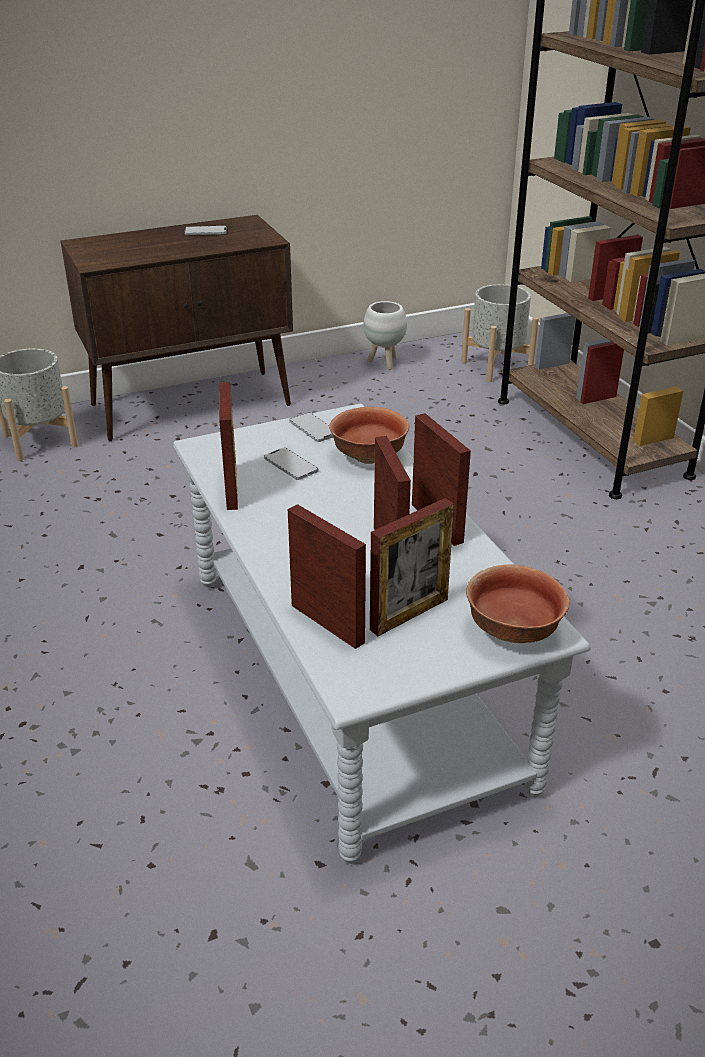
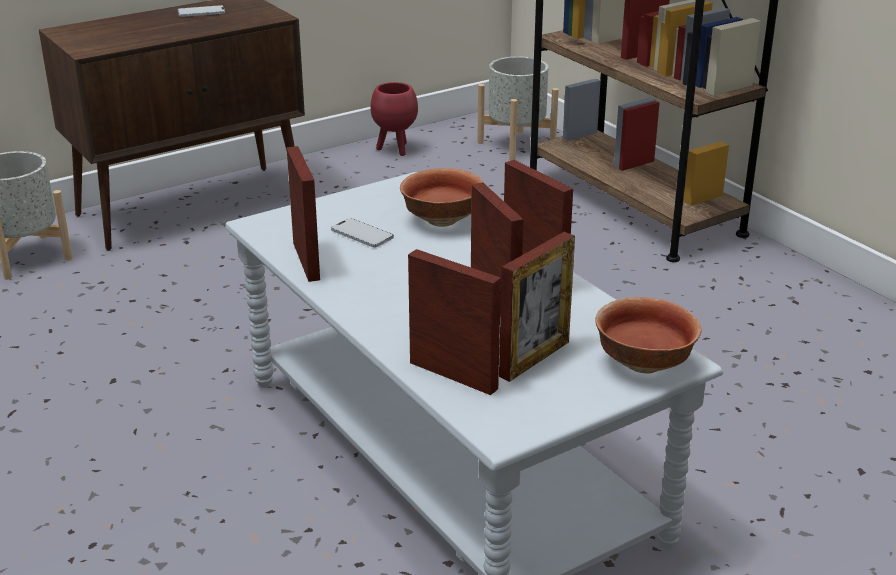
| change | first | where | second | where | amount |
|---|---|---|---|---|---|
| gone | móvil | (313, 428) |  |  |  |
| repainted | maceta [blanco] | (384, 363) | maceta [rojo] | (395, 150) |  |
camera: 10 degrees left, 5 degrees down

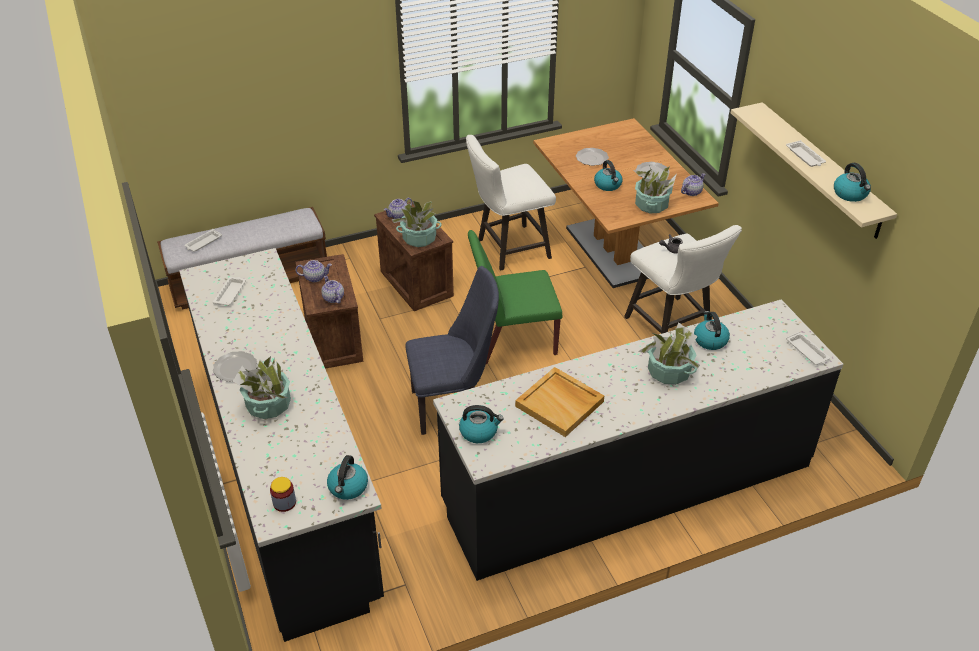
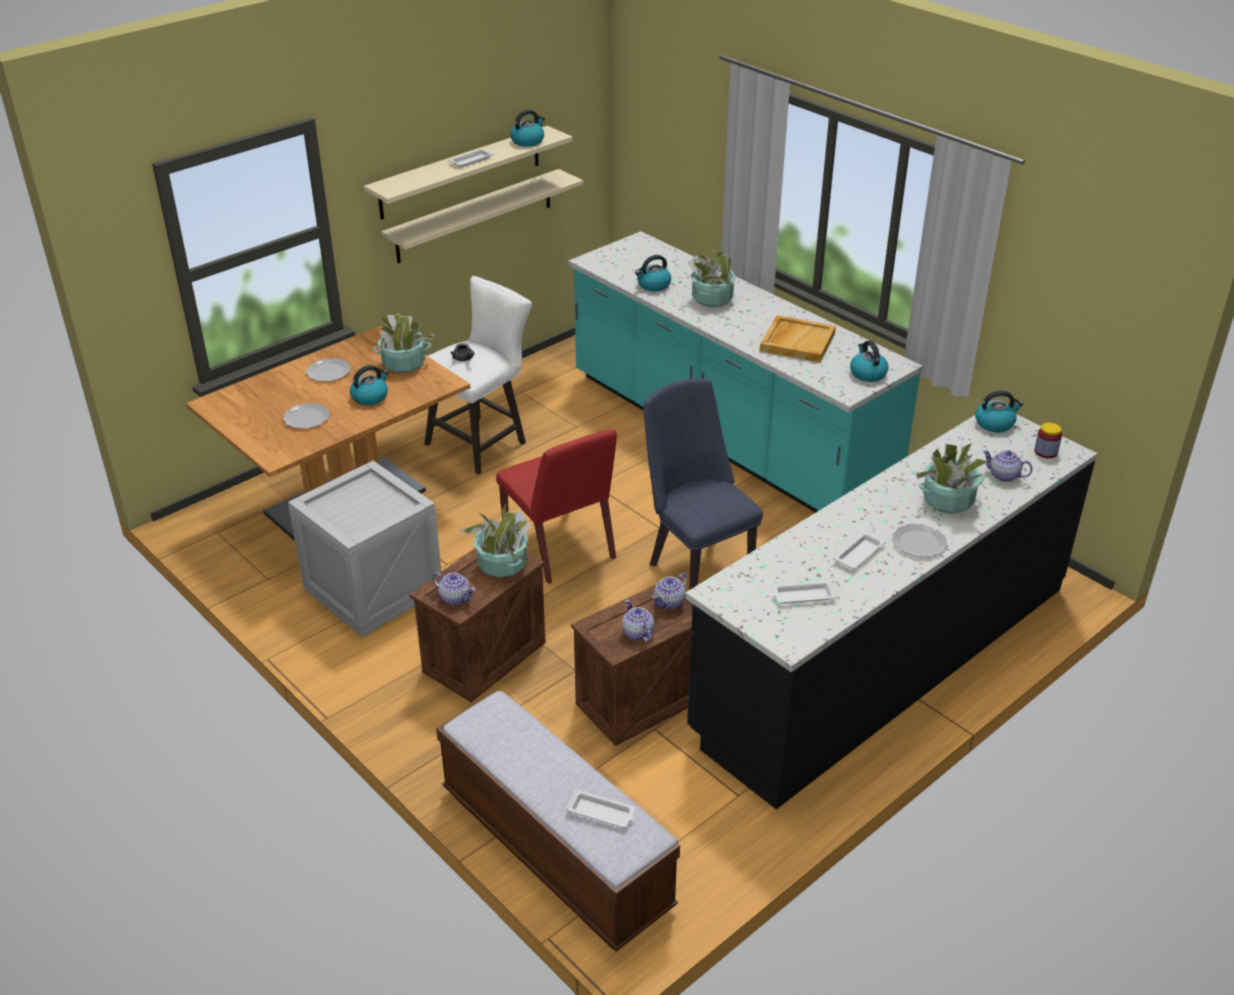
| change | first | where | second | where | amount |
|---|---|---|---|---|---|
| repainted | mueble bajo de cocina [negro] | (627, 484) | mueble bajo de cocina [turquesa] | (726, 436) |  |
| swapped | taburete [blanco] | (508, 249) | caja de embalaje | (373, 590) |  |
| repainted | silla [verde] | (512, 340) | silla [rojo] | (559, 546) |  |
| shifted | tetera | (691, 192) |  | (1003, 476) |  |
| shifted | bandeja [blanco] | (807, 351) |  | (859, 553) |  |
| new |  |  | estante [beis] | (474, 216) |  |
camera: 110 degrees left, 5 degrees down

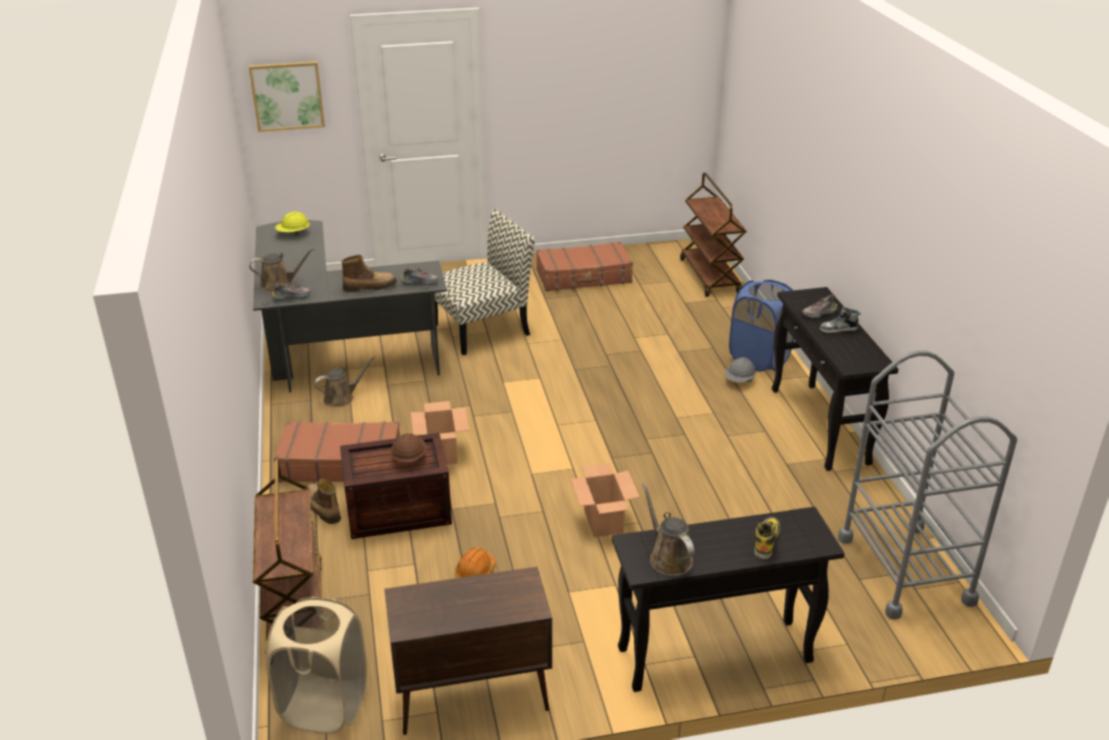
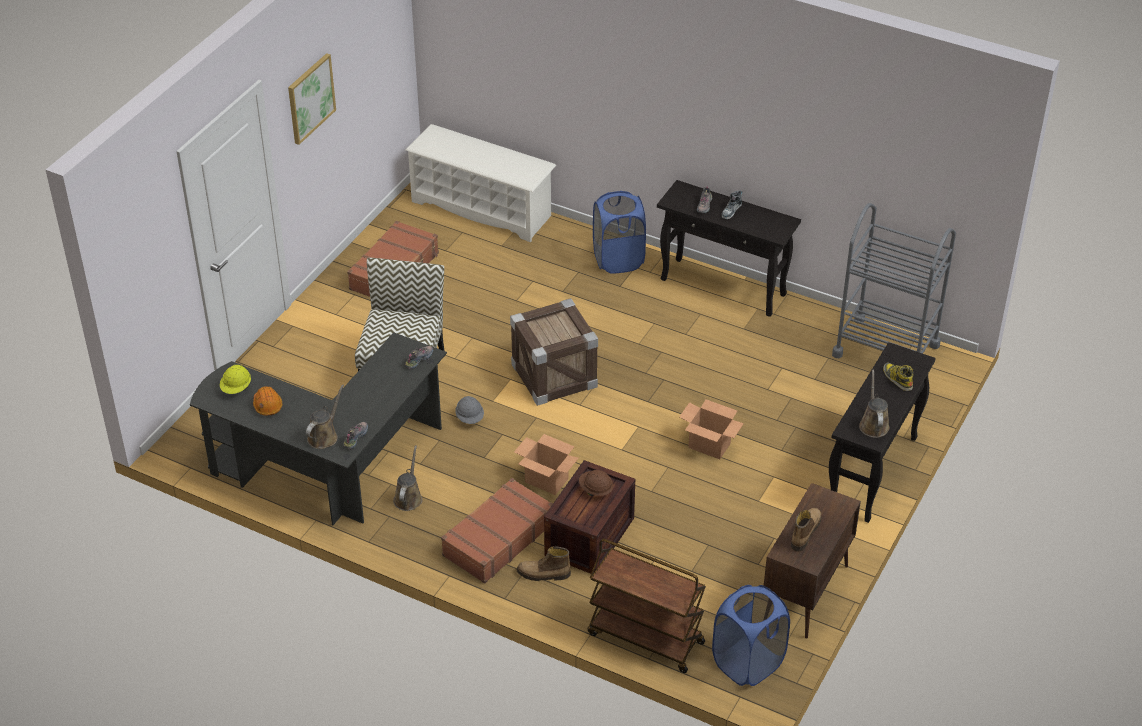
| change | first | where | second | where | amount |
|---|---|---|---|---|---|
| shifted | cuadro | (287, 96) |  | (310, 98) |  |
| repainted | cesto de la ropa [beis] | (324, 706) | cesto de la ropa [azul] | (748, 663) |  |
| shifted | bota | (370, 287) |  | (804, 532) |  |
| shifted | casco [naranja] | (475, 571) |  | (267, 405) |  |
| rotated | regadera [marrón] | (668, 557) |  | (873, 424) | 75 degrees clockwise |
| swapped | carrito [marrón] | (710, 276) | zapatero [blanco] | (482, 209) |  |
| shifted | casco [gris] | (739, 381) |  | (470, 418) |  |
| new |  |  | caja de embalaje | (554, 376) |  |
camera: 50 degrees left, 10 degrees up

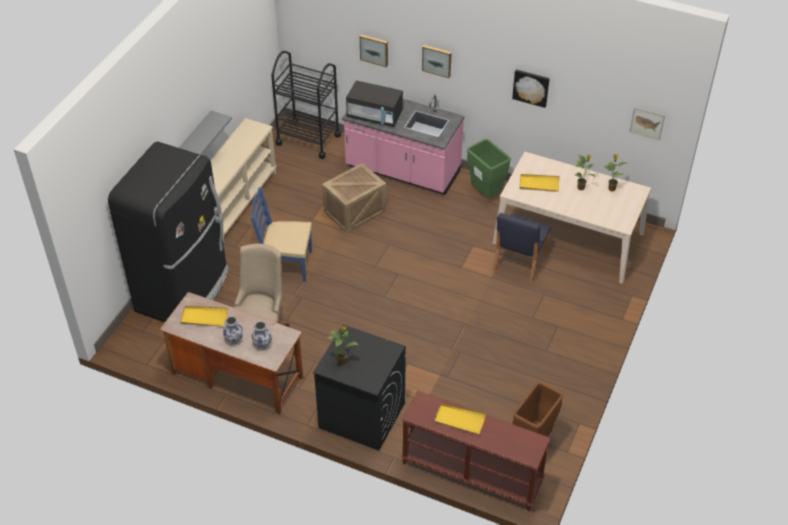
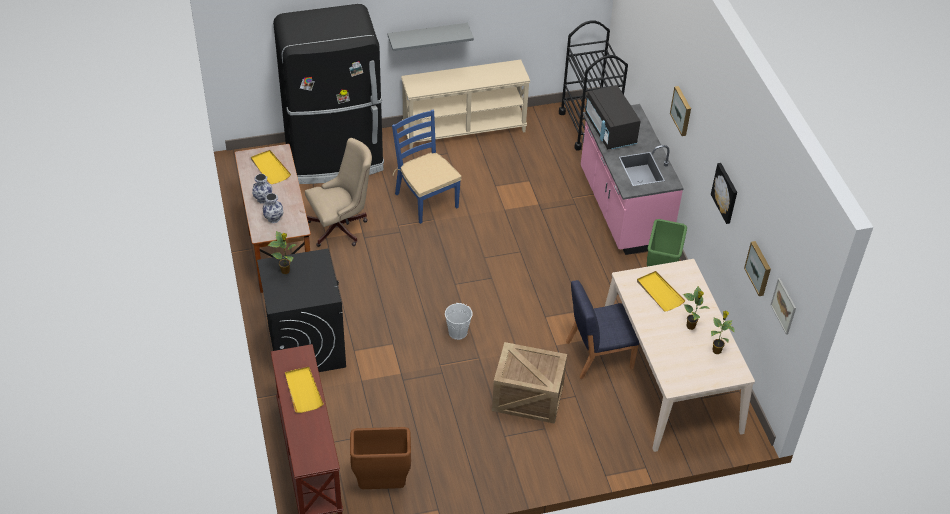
| change | first | where | second | where | amount |
|---|---|---|---|---|---|
| shifted | caja de embalaje | (355, 211) |  | (529, 397) |  |
| shifted | cuadro | (374, 49) |  | (759, 268) |  |
| new |  |  | cubo [blanco] | (457, 332) |  |
camera: 50 degrees right, 0 degrees up

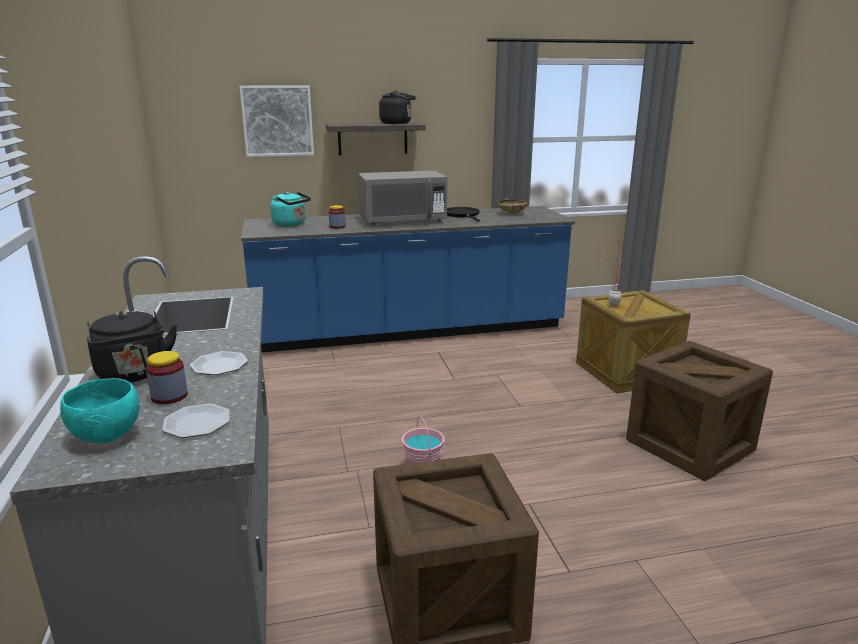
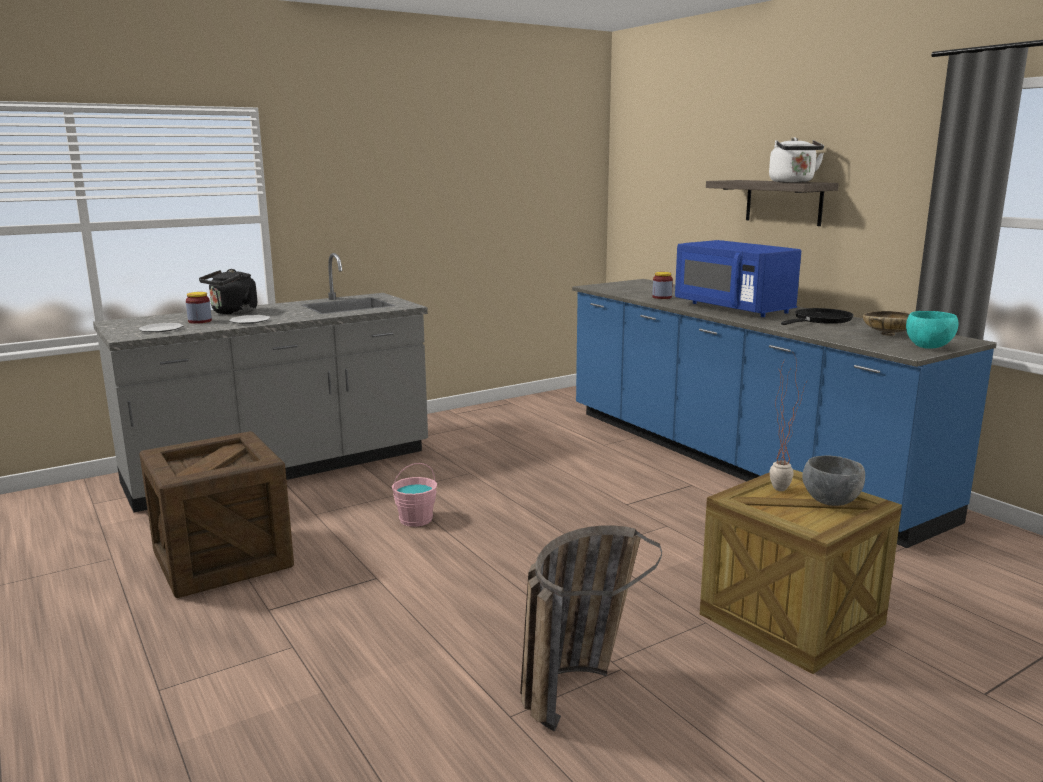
| change | first | where | second | where | amount |
|---|---|---|---|---|---|
| shifted | cuenco [turquesa] | (107, 435) |  | (929, 347) |  |
| gone | cuadro | (277, 121) |  |  |  |
| gone | hervidor [turquesa] | (291, 224) |  |  |  |
| repainted | microondas [gris] | (403, 221) | microondas [azul] | (733, 308) |  |
| repainted | hervidor [negro] | (398, 123) | hervidor [blanco] | (793, 182) |  |
| swapped | caja de embalaje | (689, 445) | cesta | (578, 684) |  |
| new |  |  | cuenco [gris] | (830, 501) |  |
camera: 70 degrees right, 5 degrees down

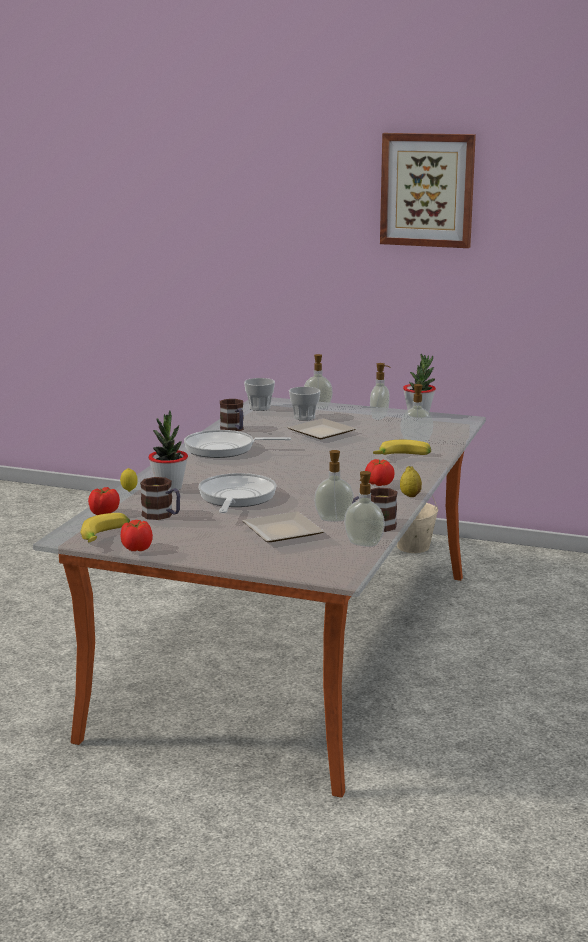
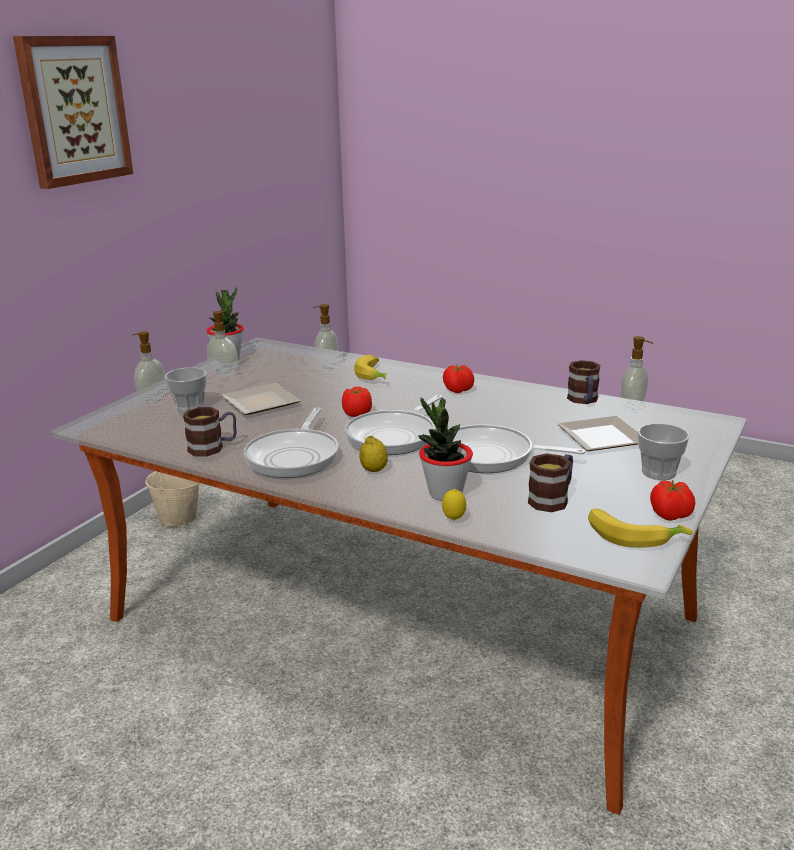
| change | first | where | second | where | amount |
|---|---|---|---|---|---|
| shifted | tomate | (104, 513) |  | (356, 414) |  |
| shifted | taza | (259, 408) |  | (659, 472) |  |
| gone | dispensador de jabón | (333, 519) |  |  |  |
| shifted | limón | (410, 495) |  | (374, 470) |  |
| new |  |  | sartén | (394, 436) |  |
camera: 80 degrees left, 5 degrees up

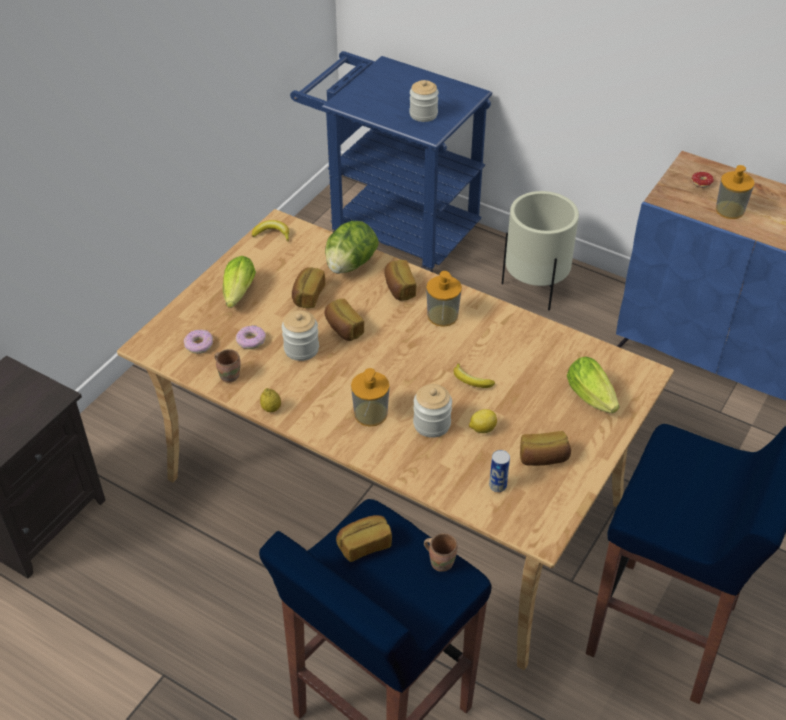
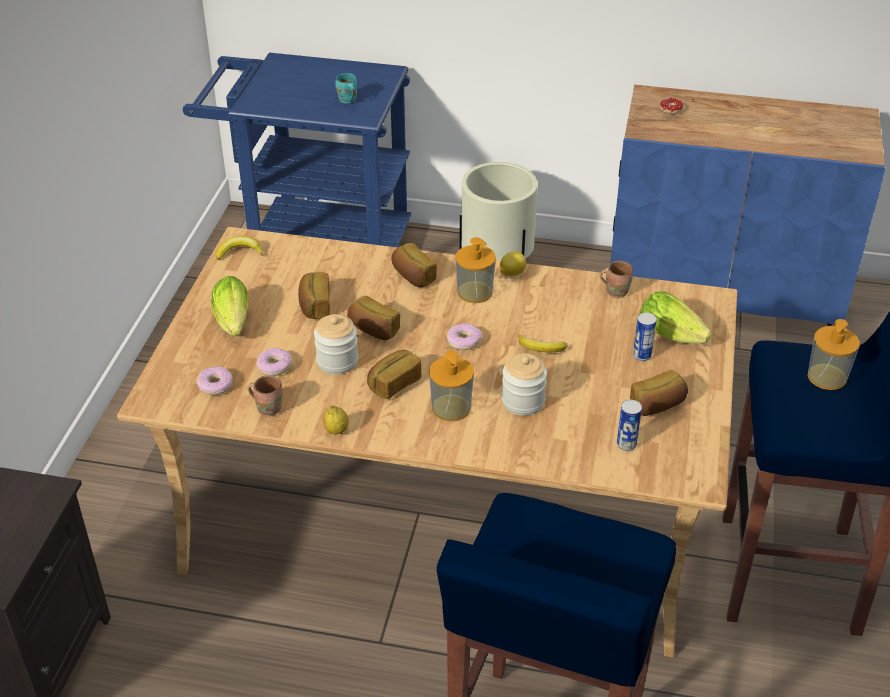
| change | first | where | second | where | amount |
|---|---|---|---|---|---|
| gone | lechuga | (350, 265) |  |  |  |
| shifted | pan | (364, 544) |  | (394, 383) |  |
| swapped | tarro | (423, 114) | taza grande [turquesa] | (347, 100) |  |
| shifted | taza grande [marrón] | (441, 561) |  | (615, 291) |  |
| shifted | limón | (482, 428) |  | (511, 273) |  |
| shifted | dispensador de jabón | (729, 210) |  | (827, 377) |  |
| new |  |  | rosquilla | (463, 341) |  |
| new |  |  | lata | (642, 355) |  |
camera: 20 degrees left, 5 degrees down

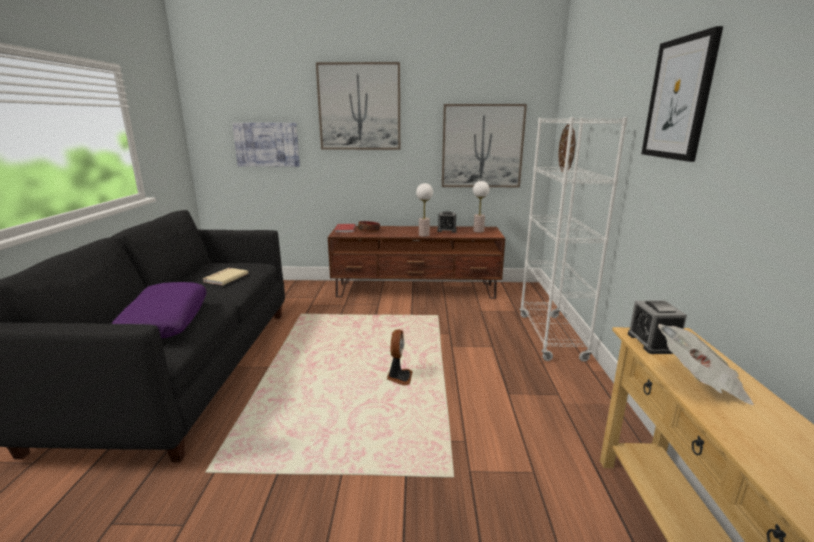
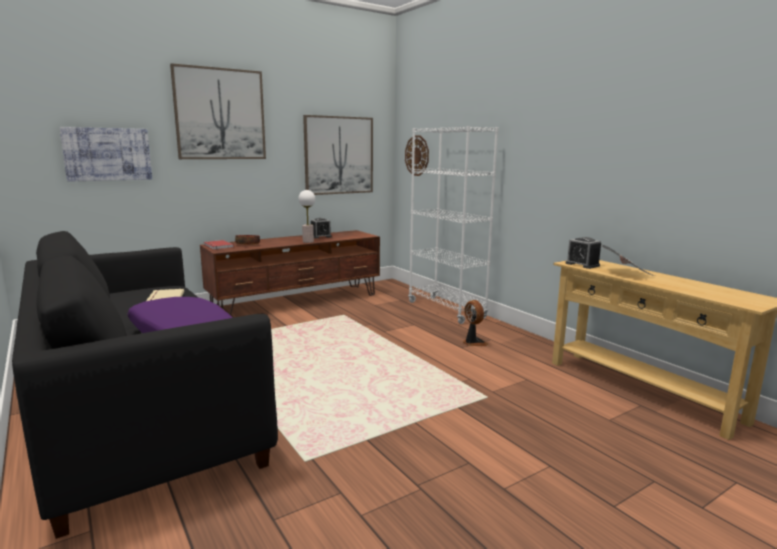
| change | first | where | second | where | amount |
|---|---|---|---|---|---|
| shifted | ventilador | (399, 377) |  | (473, 343) |  |
| gone | lámpara de mesa | (478, 231) |  |  |  |
| gone | cuadro | (679, 99) |  |  |  |
camera: 35 degrees left, 5 degrees down

